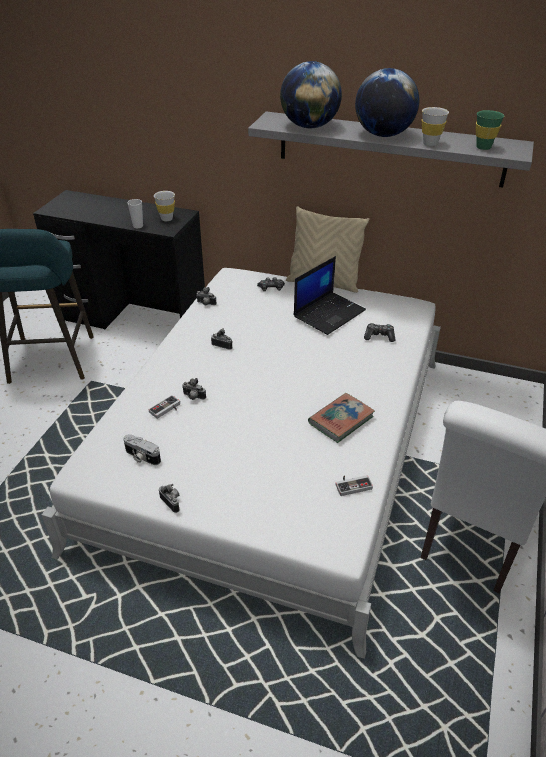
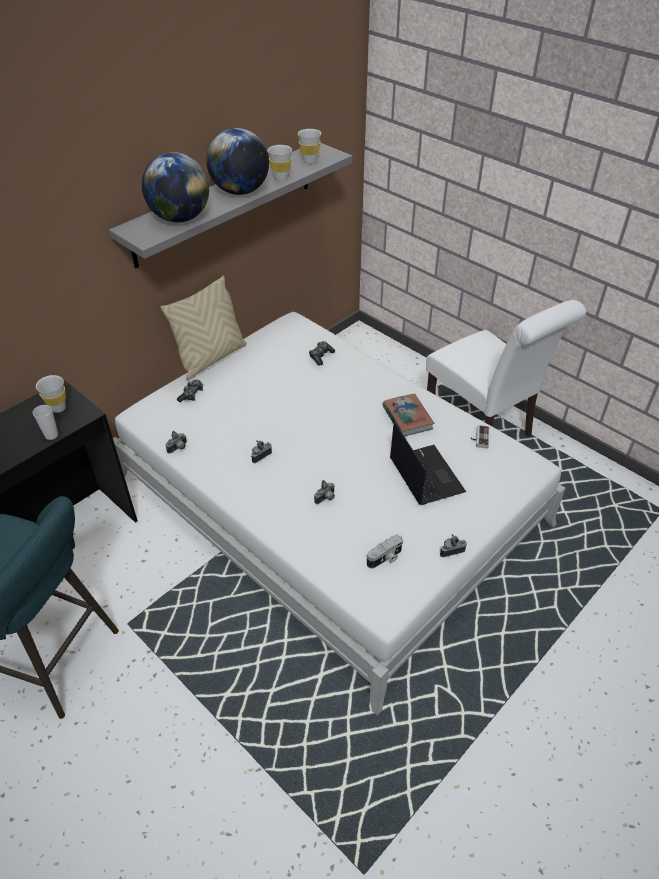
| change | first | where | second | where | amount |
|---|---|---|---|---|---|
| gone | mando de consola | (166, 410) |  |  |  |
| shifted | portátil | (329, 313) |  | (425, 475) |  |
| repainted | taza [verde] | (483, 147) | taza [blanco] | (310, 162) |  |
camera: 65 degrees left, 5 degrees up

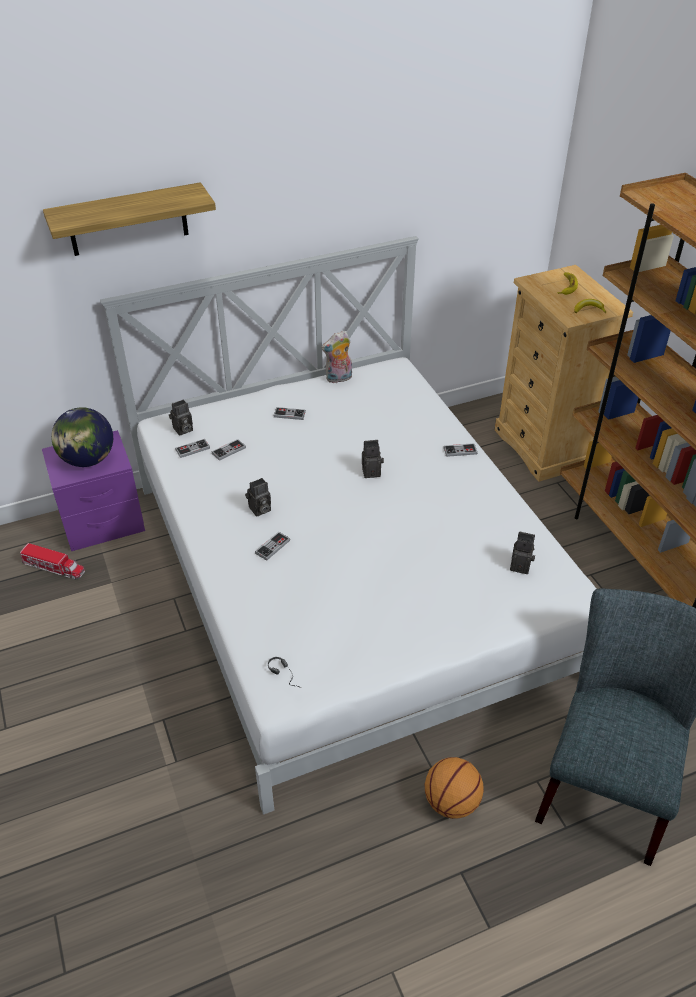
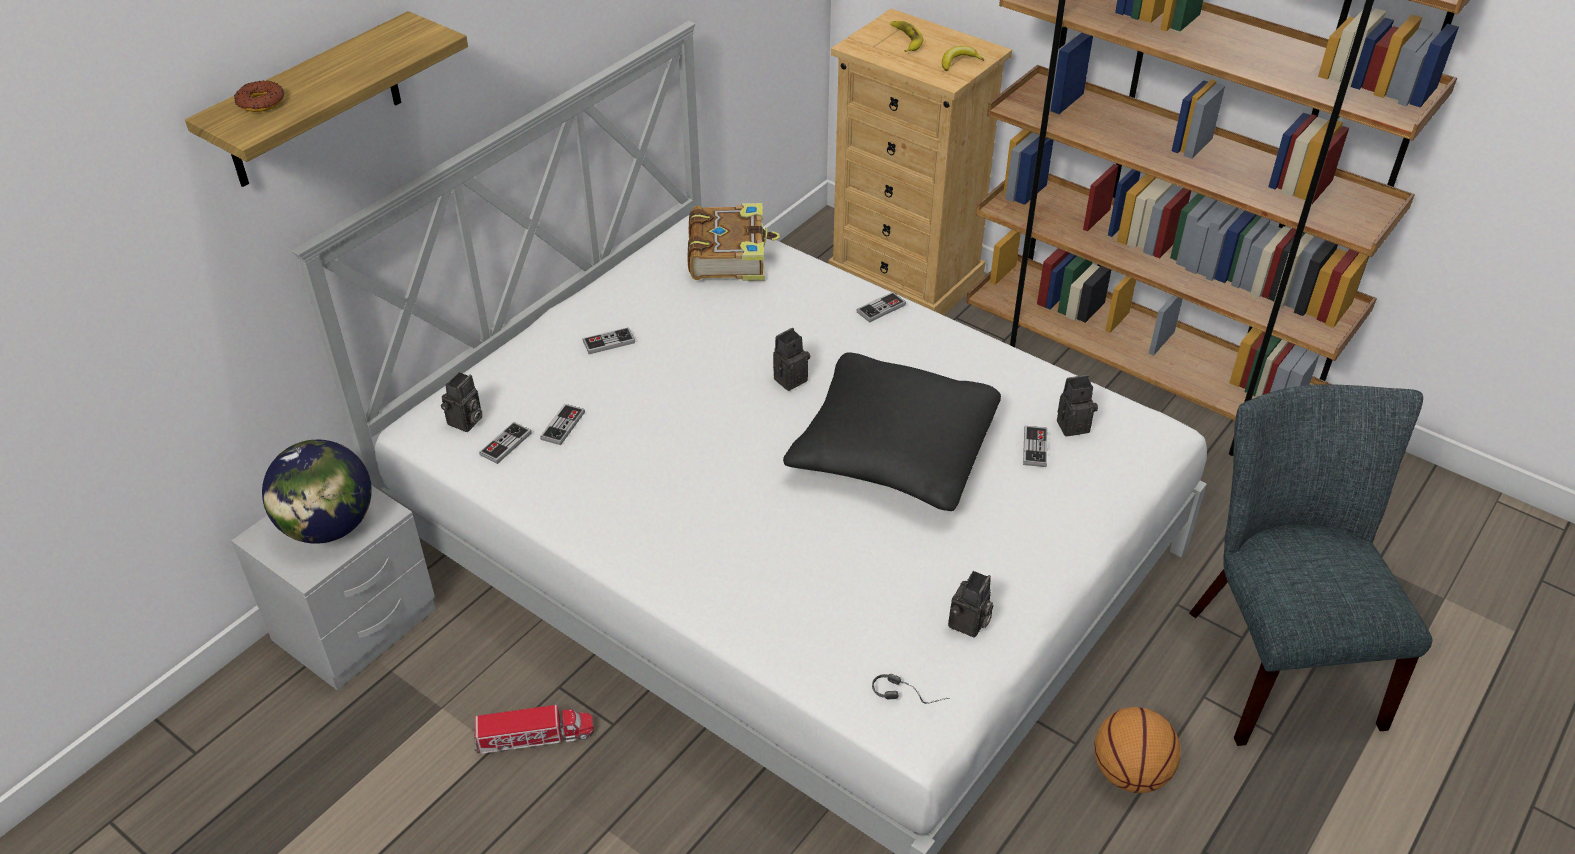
| change | first | where | second | where | amount |
|---|---|---|---|---|---|
| shifted | camión de juguete | (54, 567) |  | (535, 737) |  |
| repainted | mesita de noche [morado] | (103, 522) | mesita de noche [gris] | (355, 625) |  |
| shifted | cámara | (259, 510) |  | (969, 624) |  |
| shifted | mando de consola | (272, 547) |  | (1035, 448) |  |
| gone | peluche | (338, 379) |  |  |  |
| new |  |  | rosquilla | (261, 102) |  |
| new |  |  | libro | (729, 255) |  |
| new |  |  | cojín [negro] | (893, 451) |  |
camera: 30 degrees left, 0 degrees up

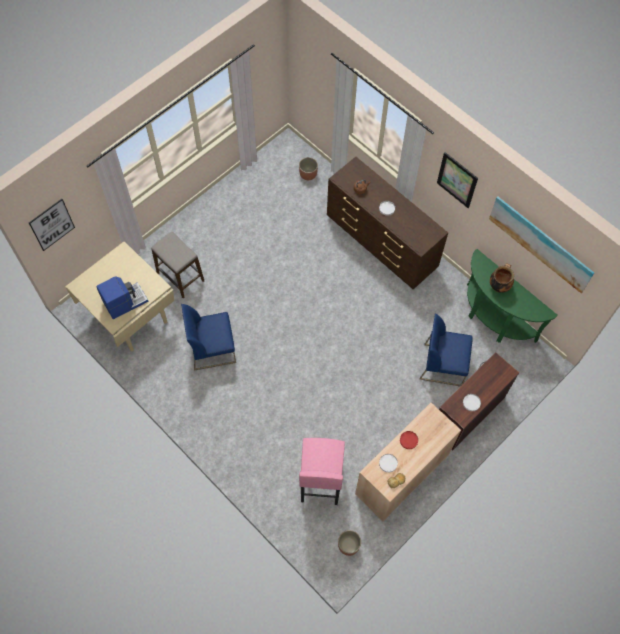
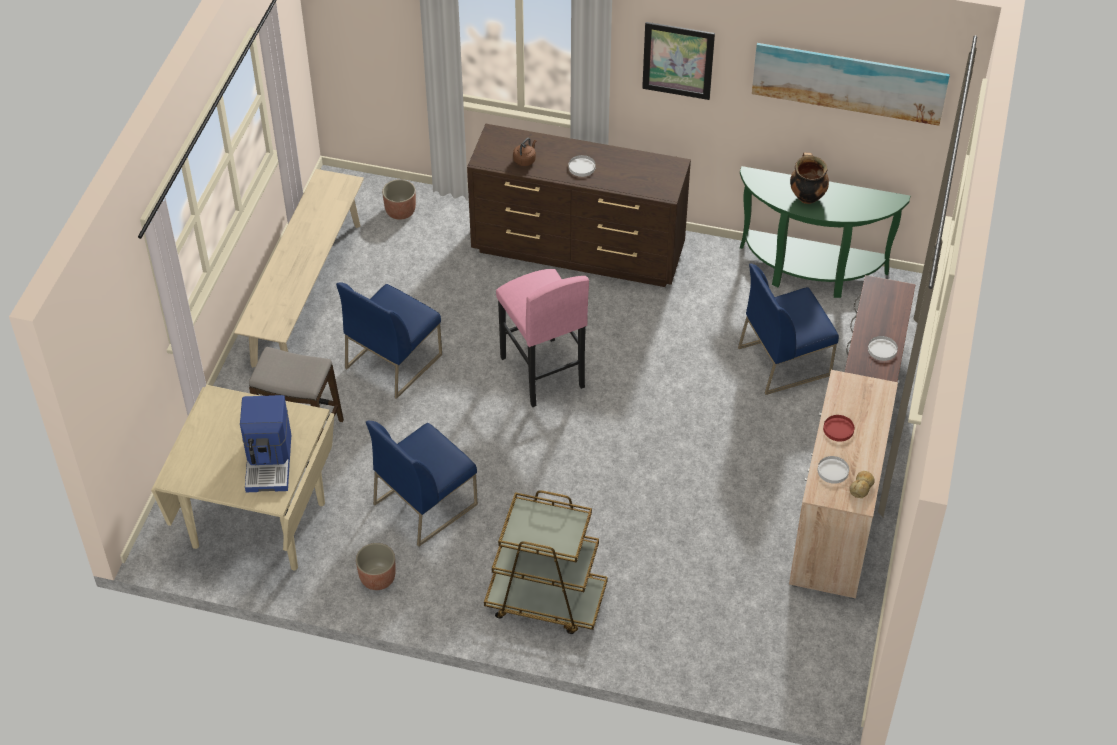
| change | first | where | second | where | amount |
|---|---|---|---|---|---|
| gone | cuadro | (52, 224) |  |  |  |
| rotated | cafetera | (125, 301) |  | (270, 462) | 150 degrees clockwise |
| shifted | taburete [rosa] | (320, 481) |  | (542, 372) |  |
| shifted | maceta | (348, 546) |  | (377, 578) |  |
| new |  |  | banco [beis] | (307, 293) |  |
| new |  |  | silla [azul] | (393, 360) |  |
| new |  |  | carrito [marrón] | (545, 600) |  |
camera: 30 degrees left, 15 degrees down

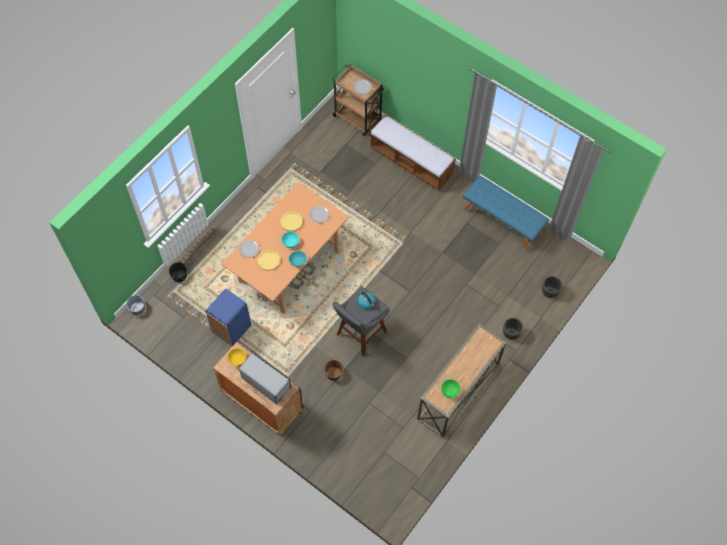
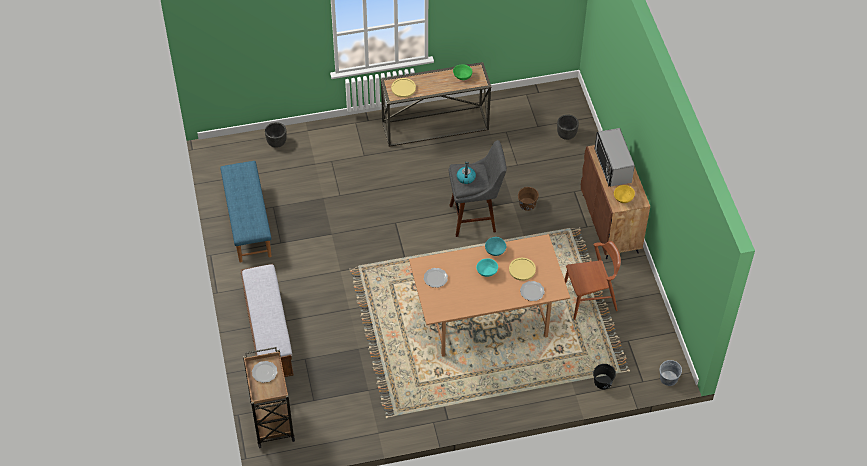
| change | first | where | second | where | amount |
|---|---|---|---|---|---|
| swapped | papelera [azul] | (231, 329) | silla [marrón] | (590, 299) |  |
| shifted | plato [amarillo] | (291, 222) |  | (403, 88) |  |
| shifted | maceta [negro] | (511, 334) |  | (566, 135) |  |
camera: 140 degrees left, 10 degrees down

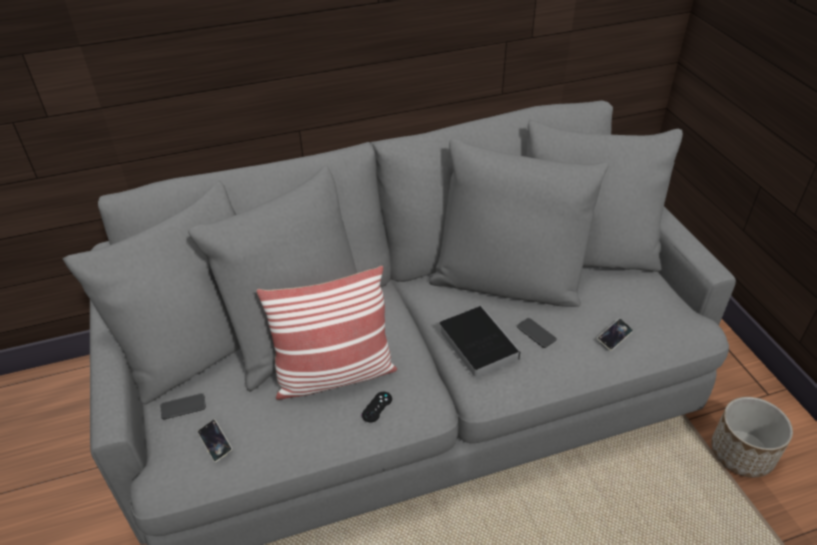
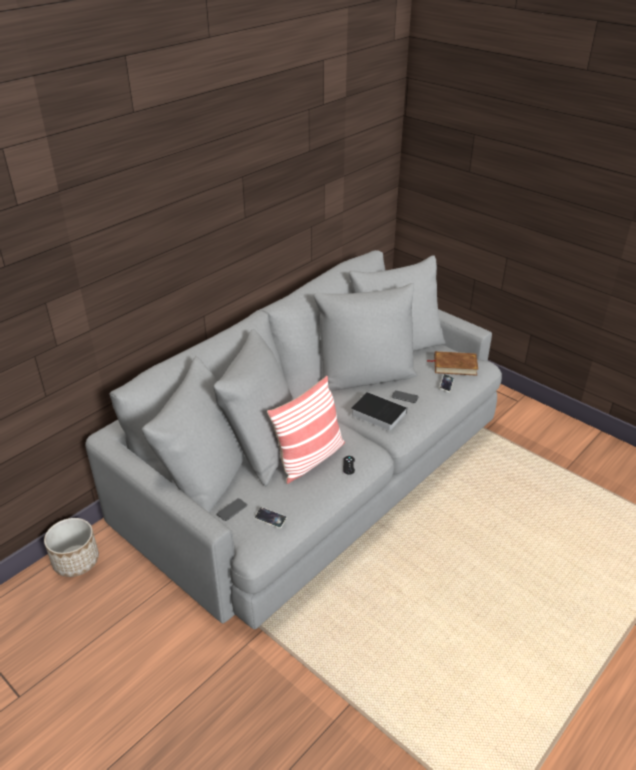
| change | first | where | second | where | amount |
|---|---|---|---|---|---|
| shifted | maceta | (741, 453) |  | (76, 560) |  |
| new |  |  | libro [marrón] | (455, 366) |  |
camera: 30 degrees left, 5 degrees down

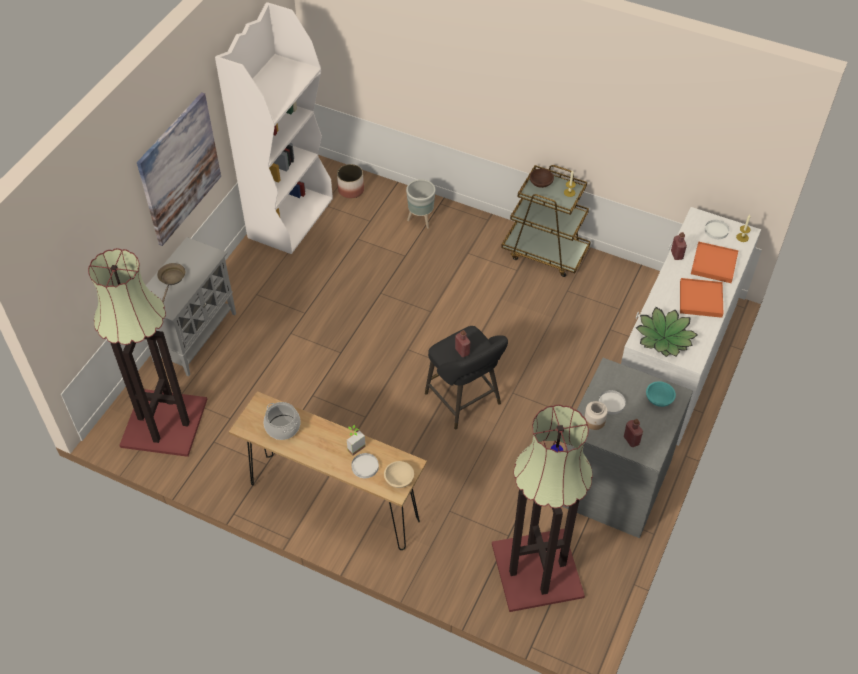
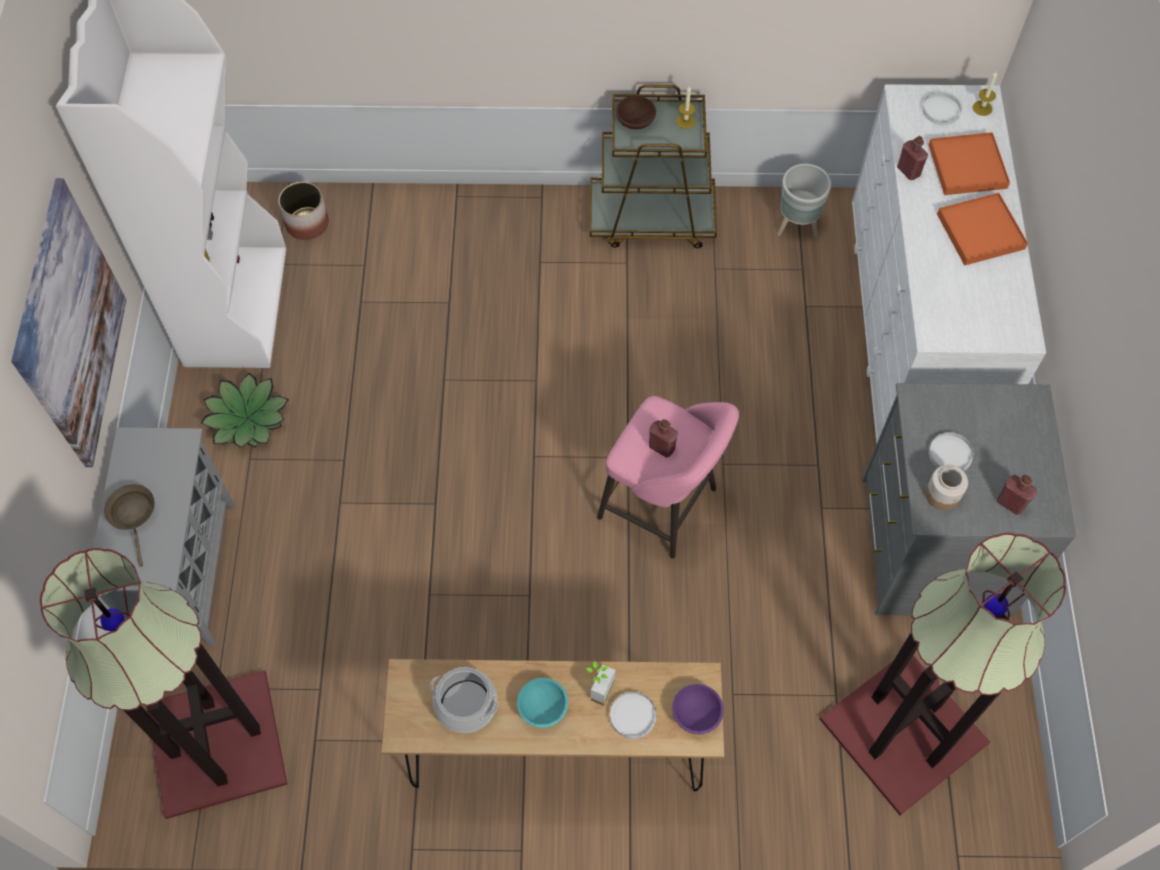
| change | first | where | second | where | amount |
|---|---|---|---|---|---|
| repainted | cuenco [beis] | (399, 479) | cuenco [morado] | (697, 714) |  |
| shifted | maceta [gris] | (420, 220) |  | (796, 227) |  |
| repainted | taburete [negro] | (465, 401) | taburete [rosa] | (663, 507) |  |
| shifted | planta en maceta | (664, 338) |  | (247, 418) |  |
| shifted | cuenco [turquesa] | (659, 399) |  | (543, 707) |  |
camera: 25 degrees left, 10 degrees up

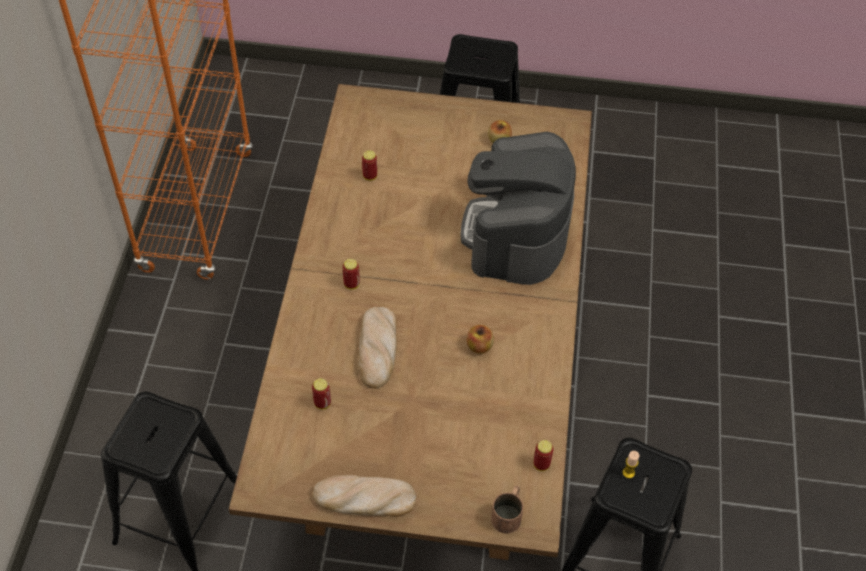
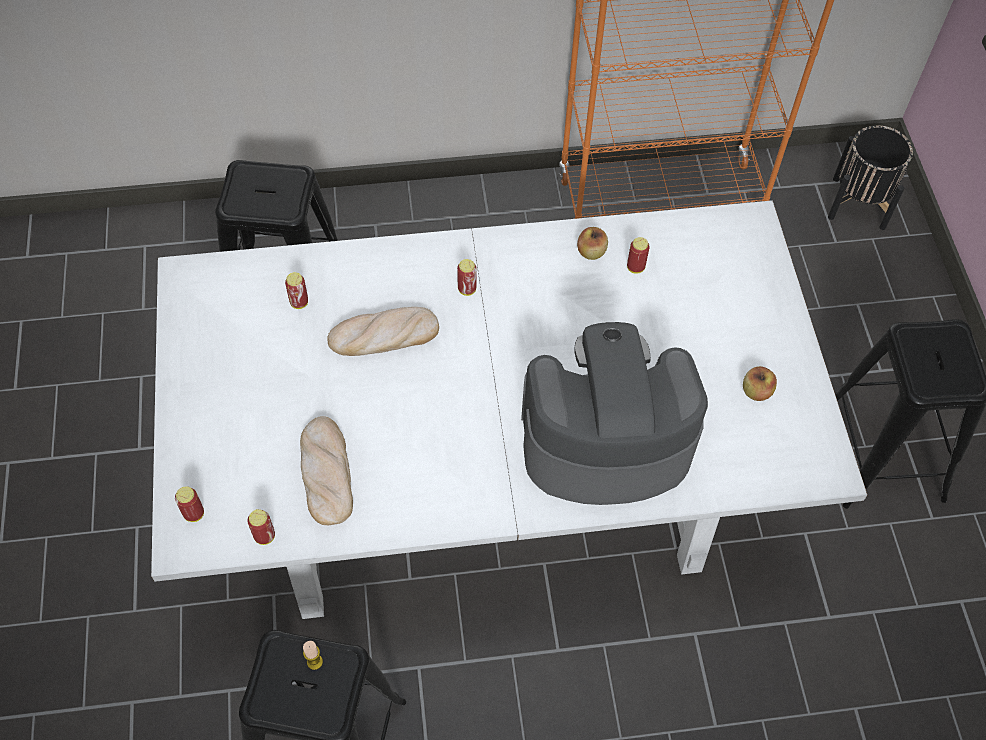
| change | first | where | second | where | amount |
|---|---|---|---|---|---|
| repainted | mesa de comedor [marrón] | (429, 400) | mesa de comedor [blanco] | (487, 489) |  |
| shifted | pan | (364, 499) |  | (326, 472) |  |
| shifted | manzana | (479, 346) |  | (591, 252) |  |
| swapped | taza grande [marrón] | (508, 513) | lata | (194, 514) |  |
| new |  |  | maceta [negro] | (859, 202) |  |
camera: 75 degrees right, 5 degrees up

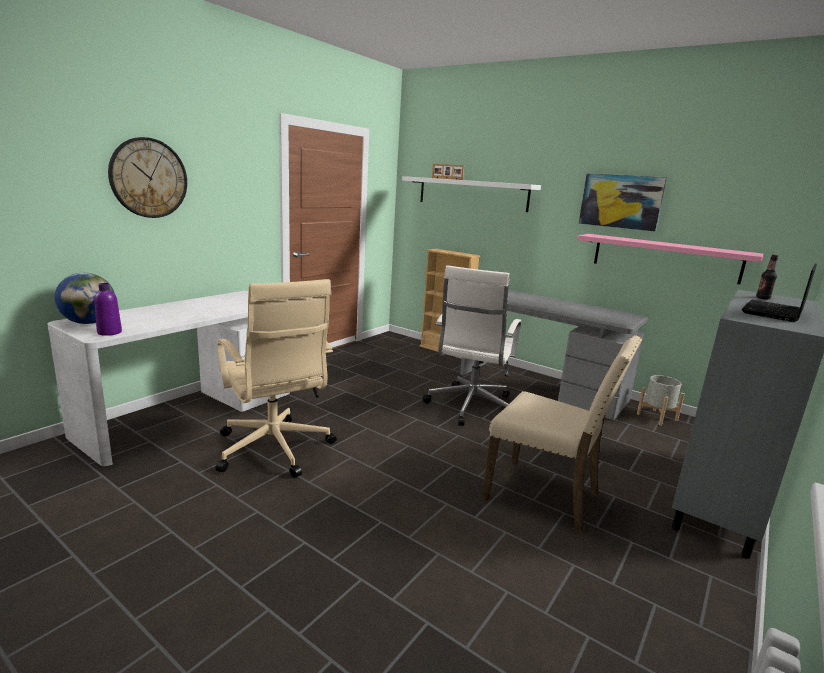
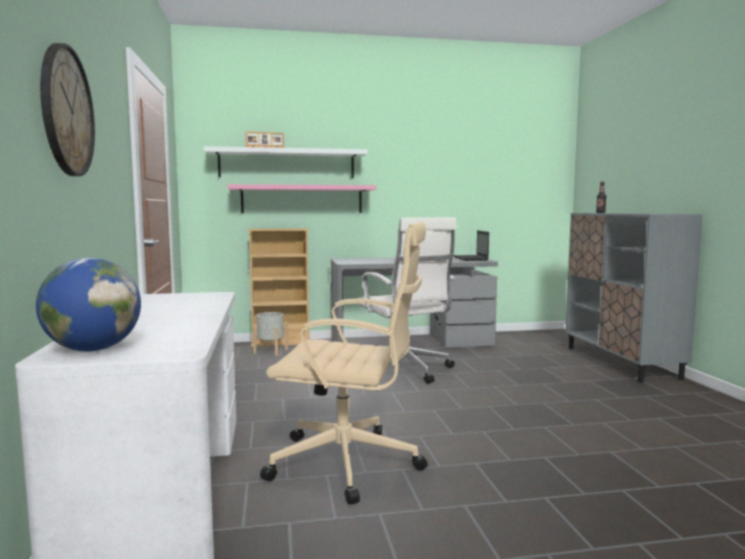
| change | first | where | second | where | amount |
|---|---|---|---|---|---|
| gone | botella [morado] | (109, 332) |  |  |  |
| gone | silla [beis] | (545, 496) |  |  |  |
| shifted | estante [rosa] | (665, 258) |  | (302, 199) |  |
| gone | cuadro | (620, 201) |  |  |  |
| shifted | maceta [gris] | (656, 417) |  | (270, 351) |  |
| shifted | portátil | (773, 312) |  | (471, 259) |  |
camera: 45 degrees left, 10 degrees down

